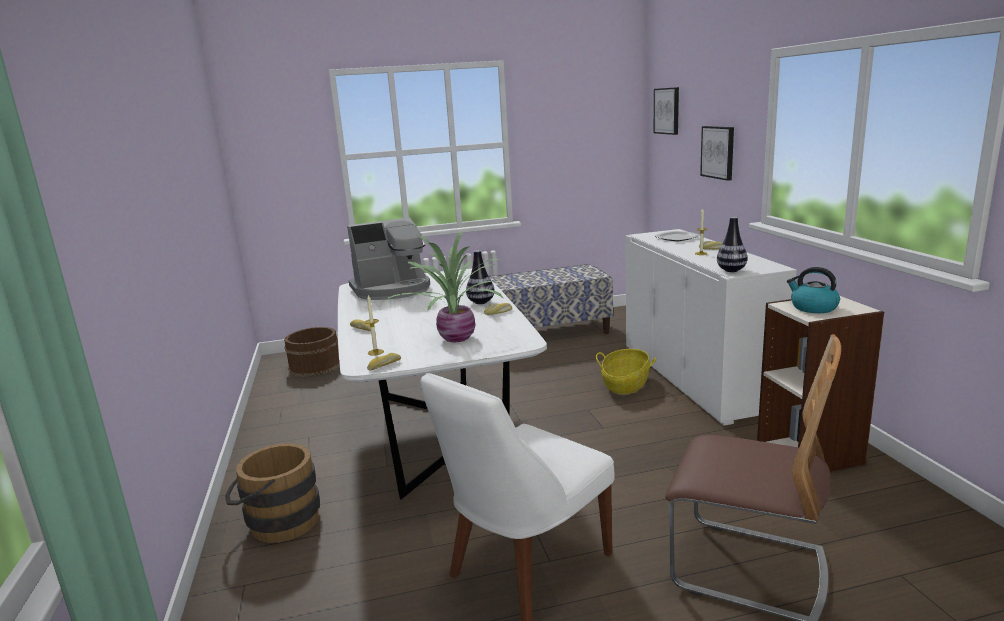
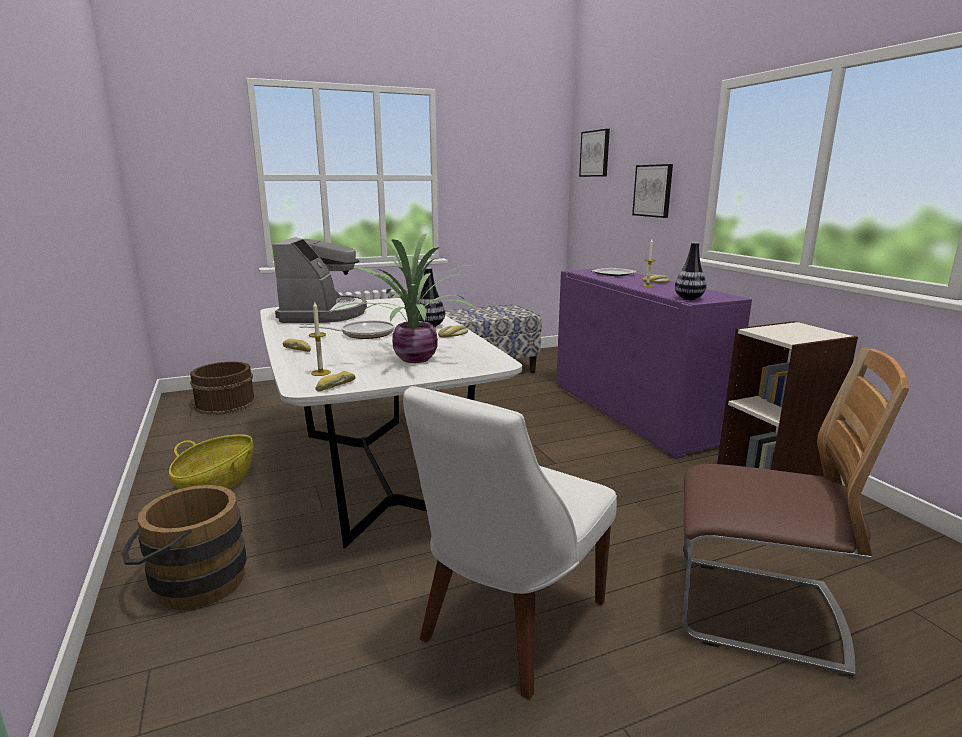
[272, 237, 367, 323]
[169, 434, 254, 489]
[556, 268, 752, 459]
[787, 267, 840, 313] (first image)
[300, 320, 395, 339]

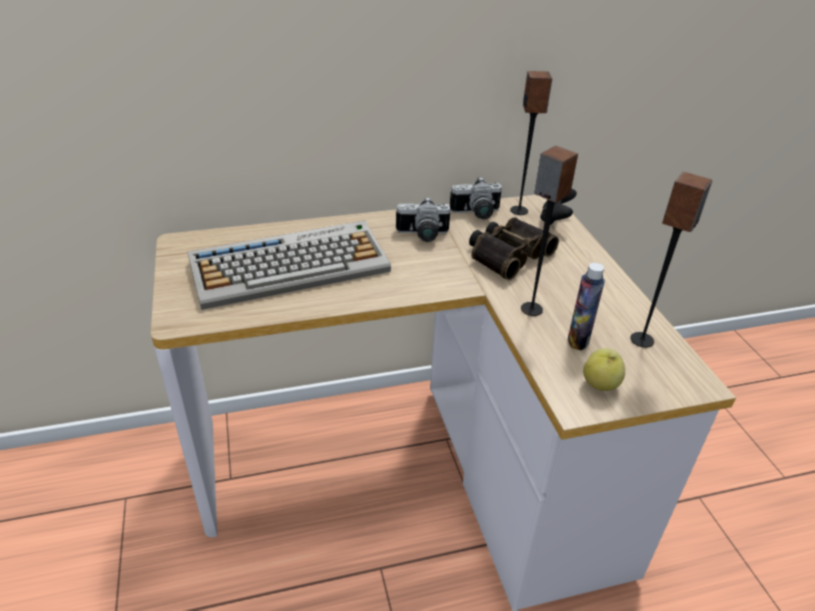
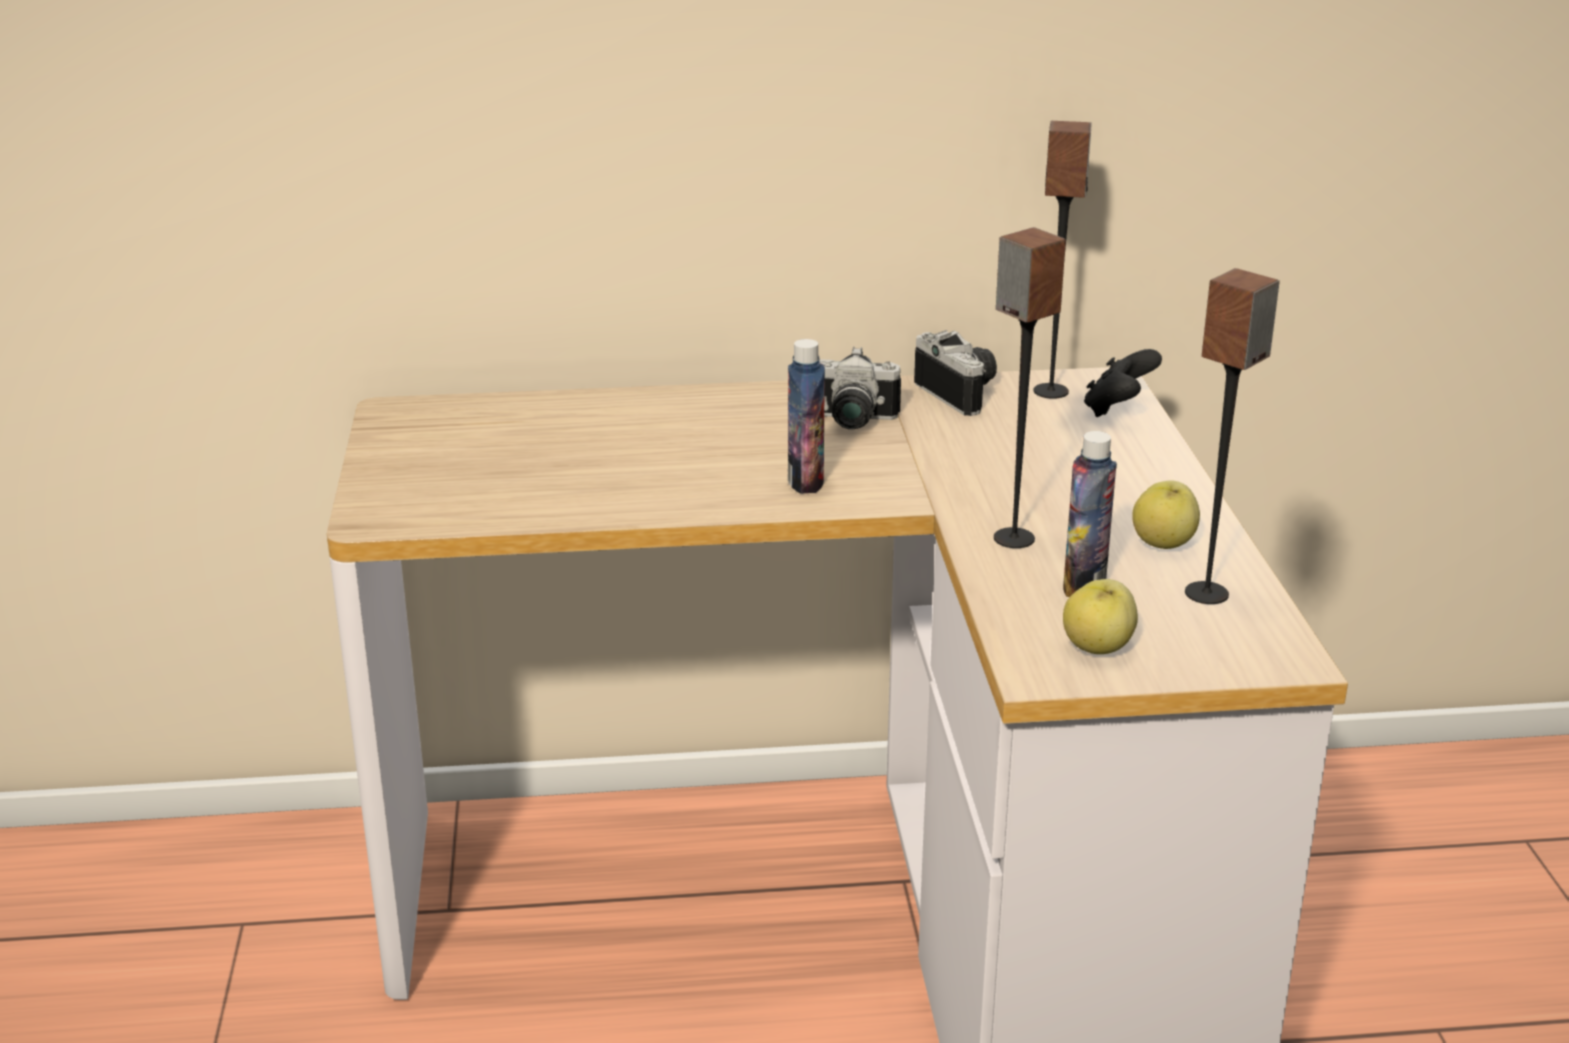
[187, 220, 391, 310] (first image)
[914, 330, 997, 416]
[469, 217, 559, 280] (first image)
[788, 339, 825, 494]
[1132, 480, 1200, 549]

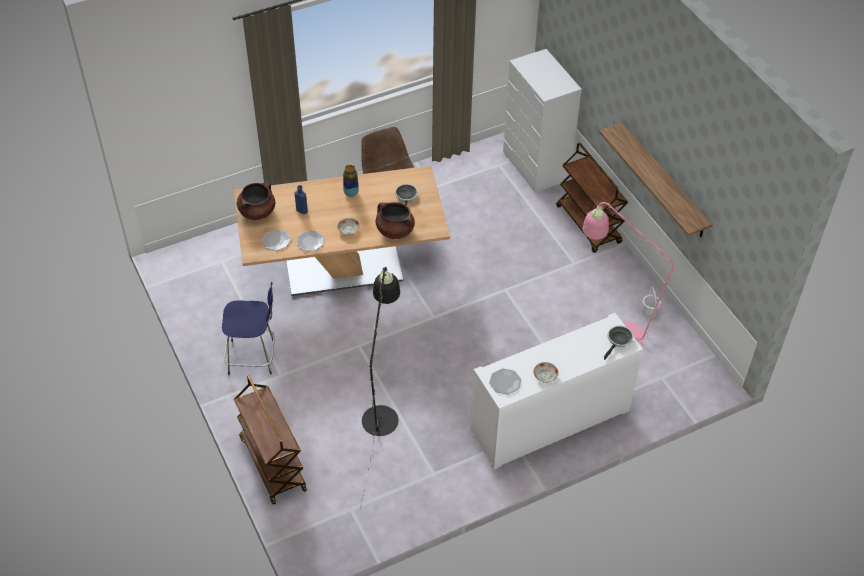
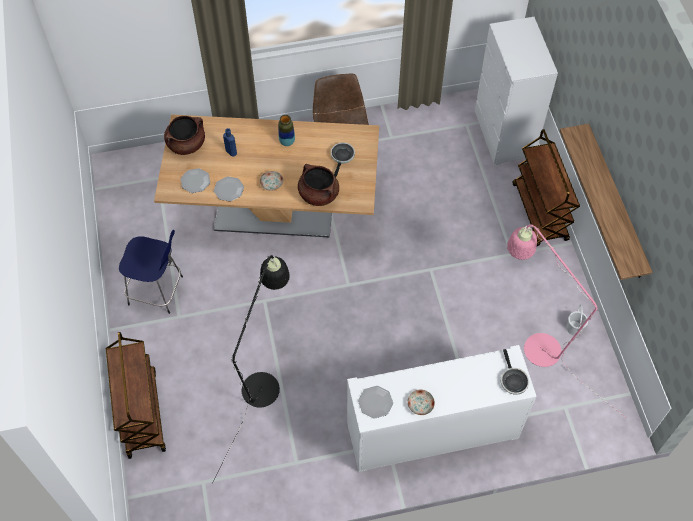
[500, 349, 529, 395]

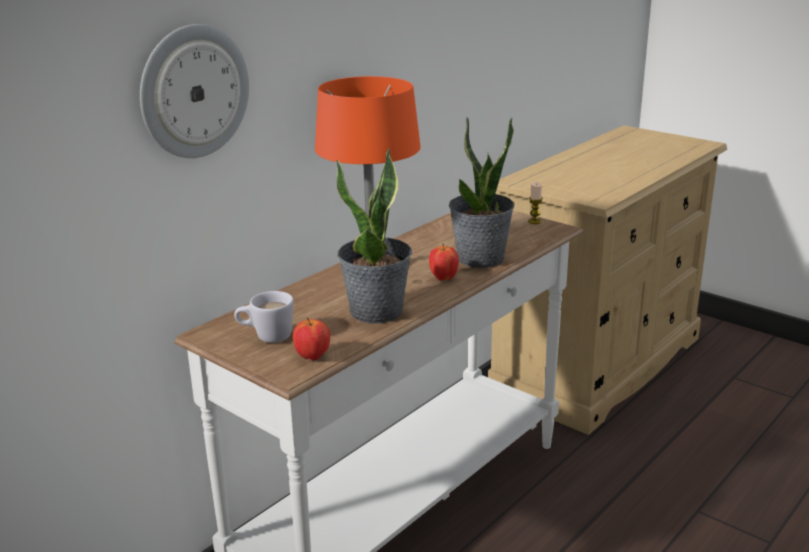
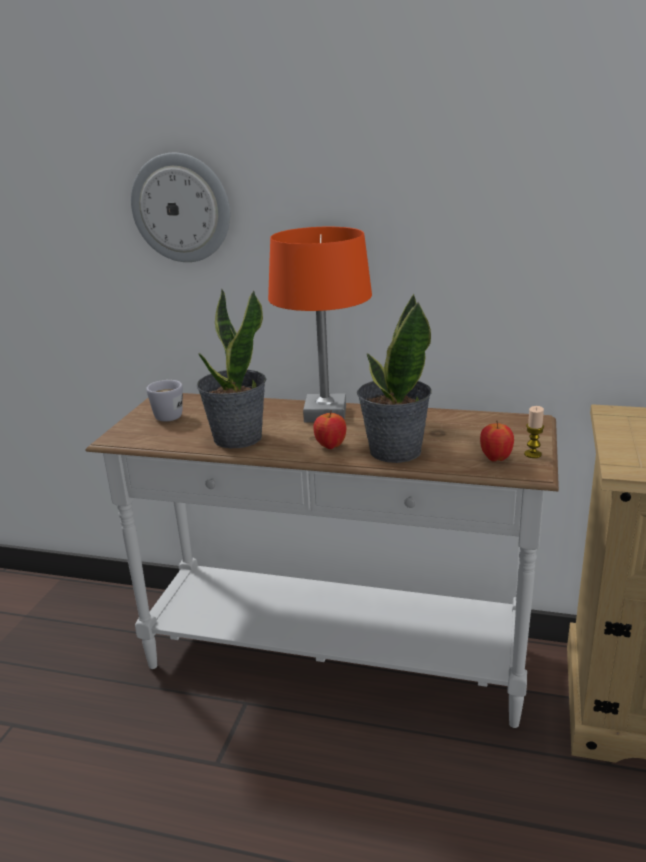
[480, 421, 514, 462]

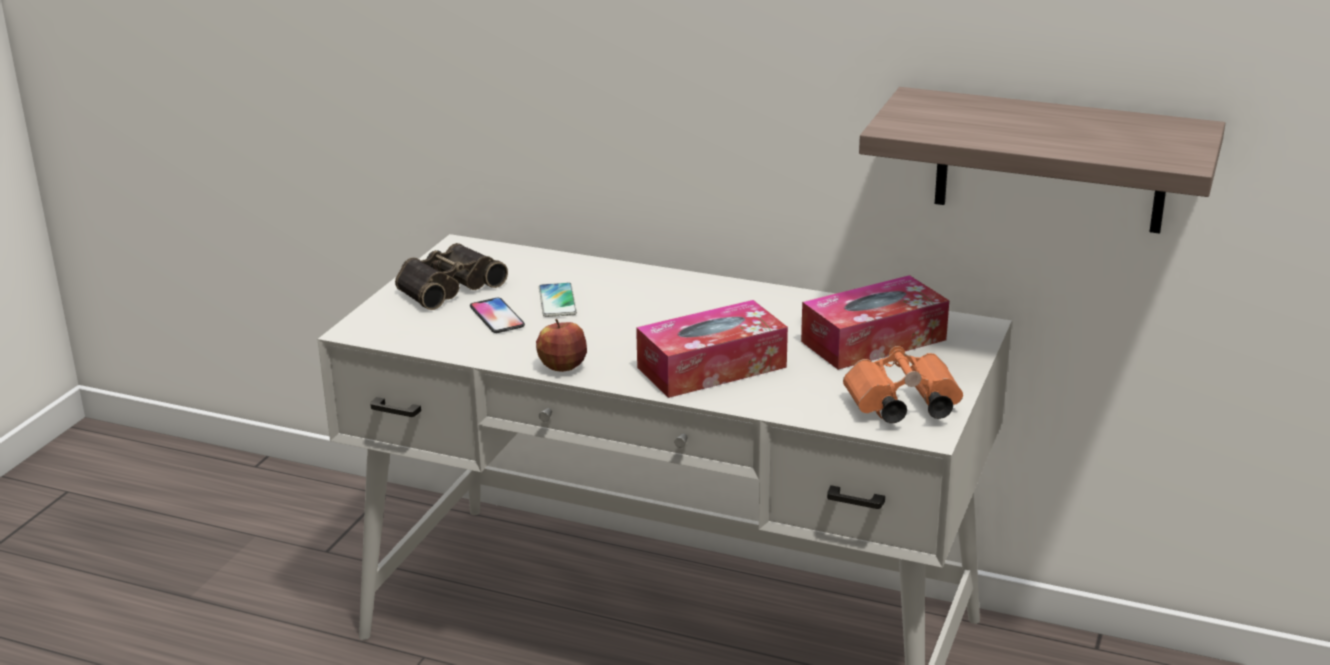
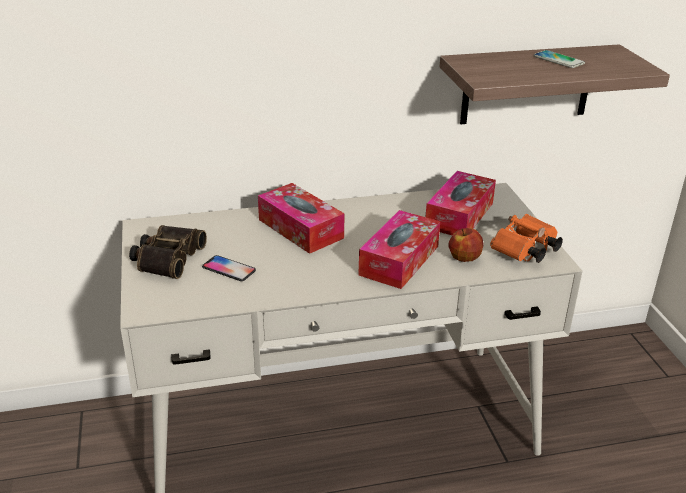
[448, 228, 484, 262]
[534, 50, 585, 68]
[258, 183, 345, 254]

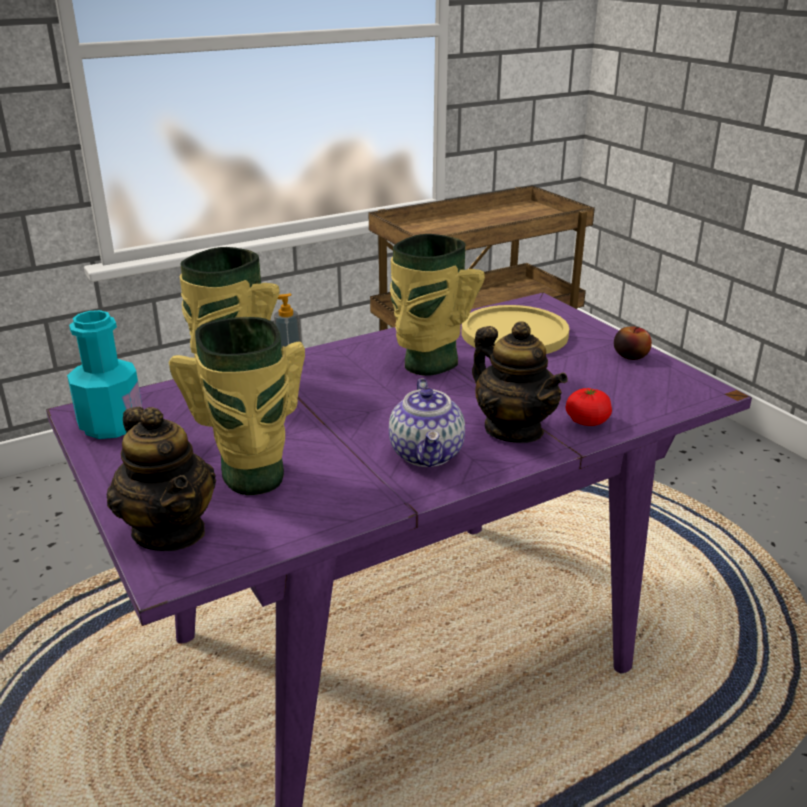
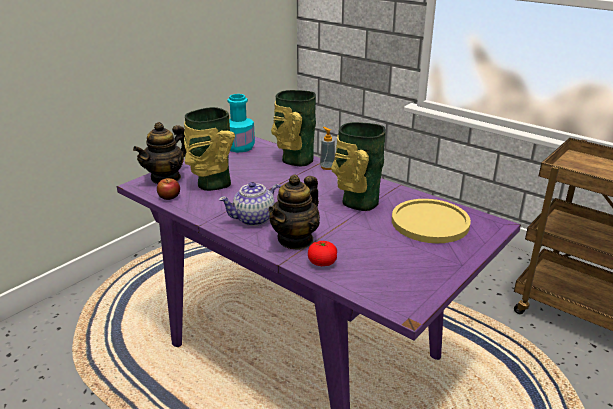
[157, 178, 180, 200]

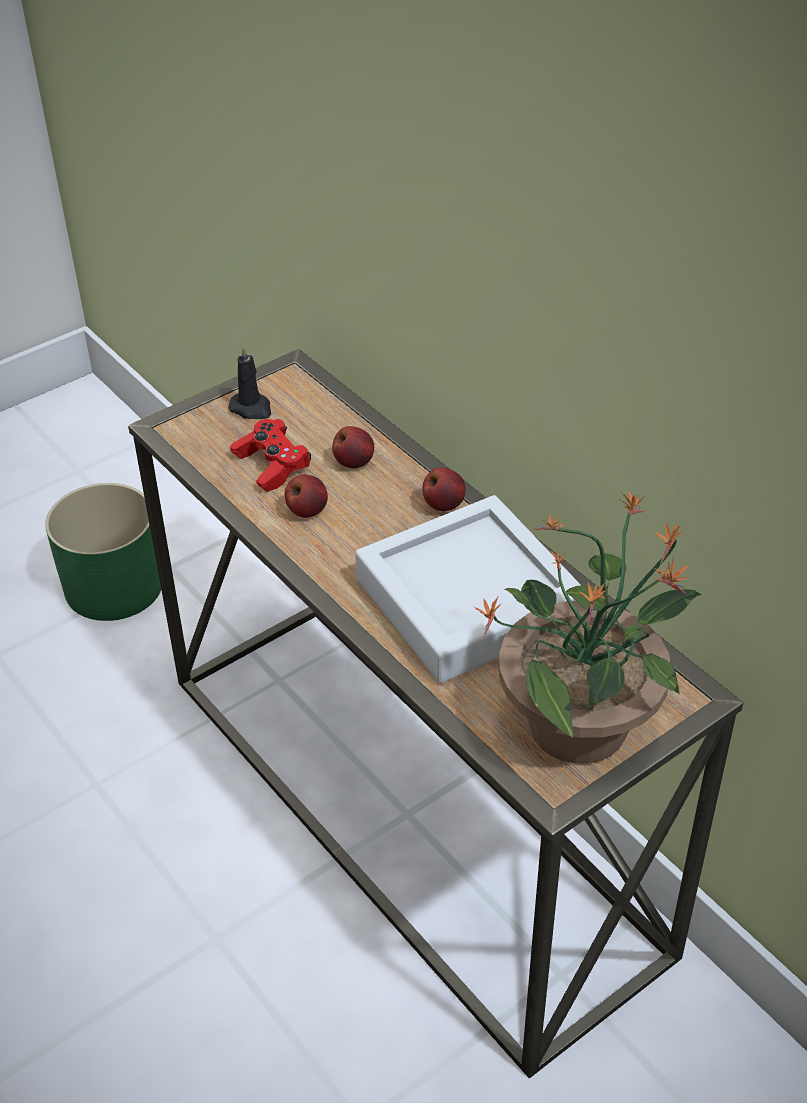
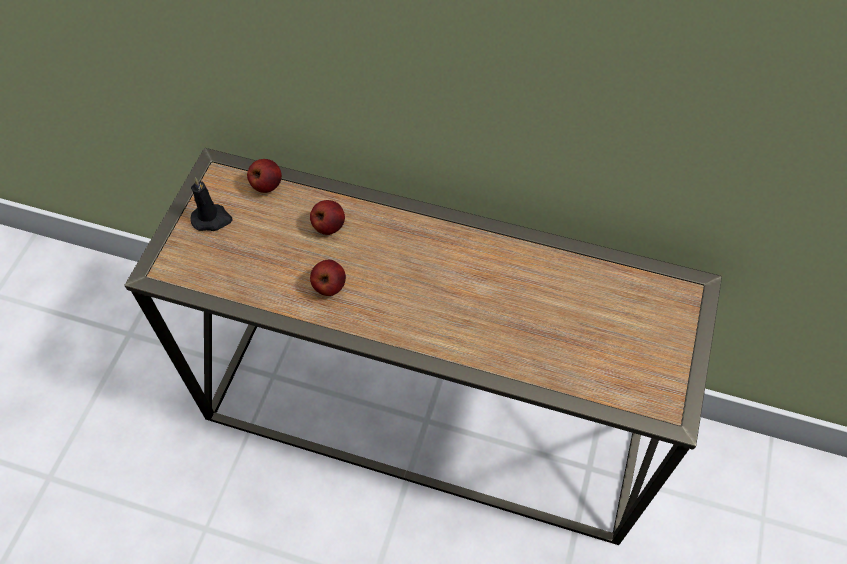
[45, 483, 161, 621] (first image)
[230, 419, 311, 492] (first image)
[355, 495, 581, 683] (first image)
[247, 159, 282, 193]
[474, 491, 702, 764] (first image)

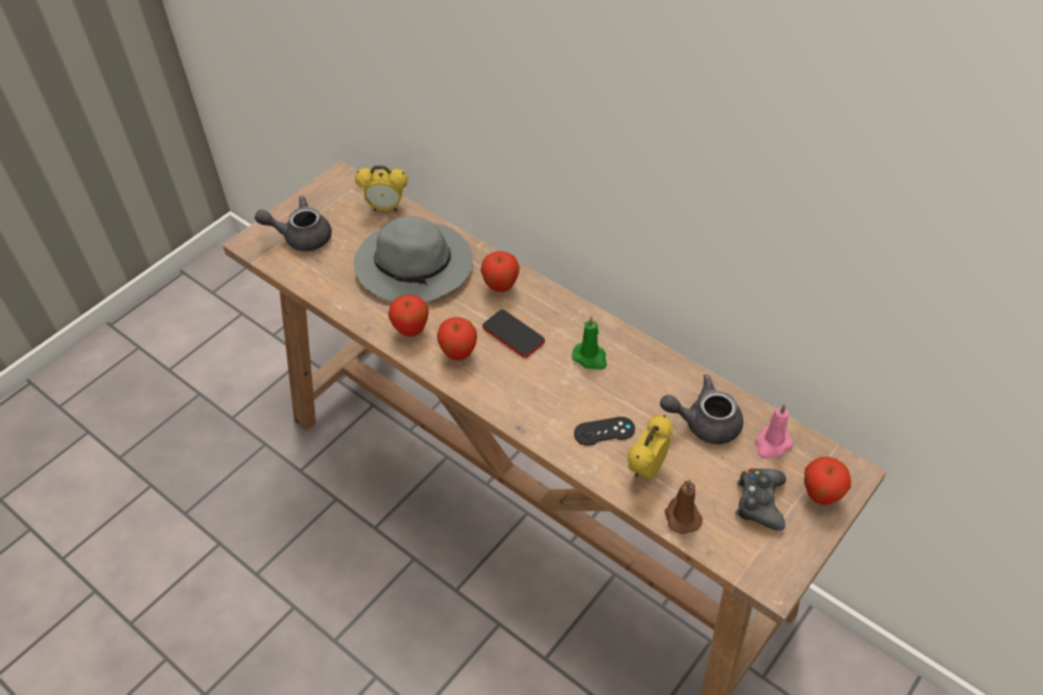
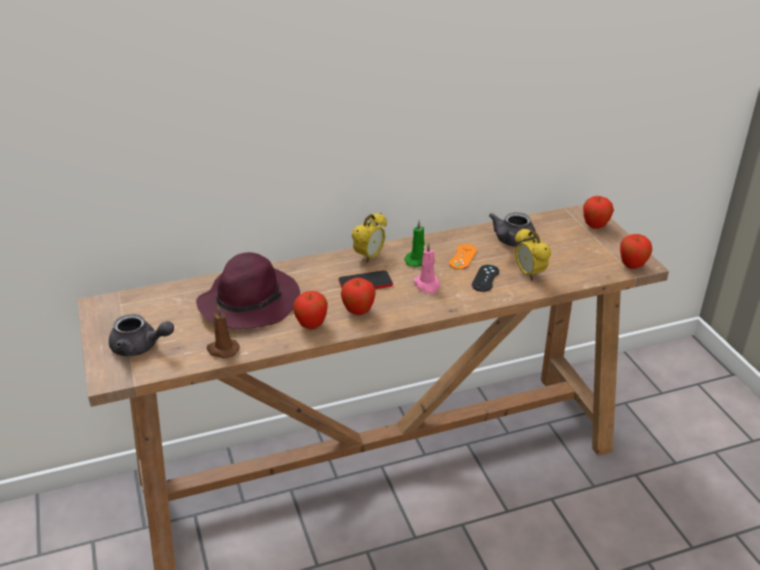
[109, 314, 174, 356]
[196, 252, 300, 329]
[352, 213, 387, 263]
[620, 234, 652, 269]
[207, 306, 240, 358]
[735, 468, 786, 531] (first image)
[413, 242, 440, 294]
[449, 244, 477, 269]

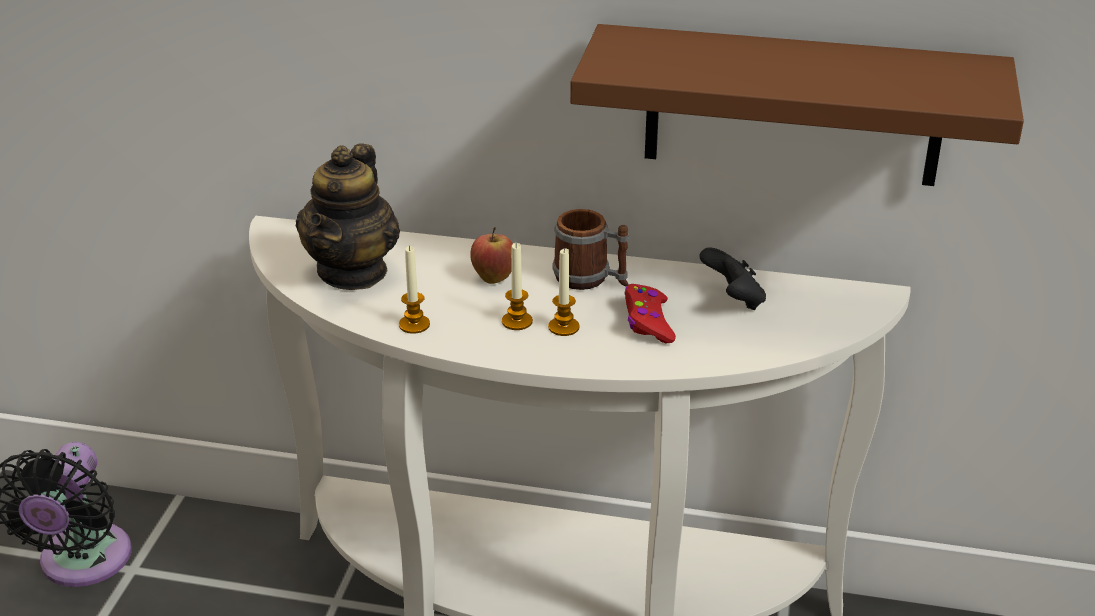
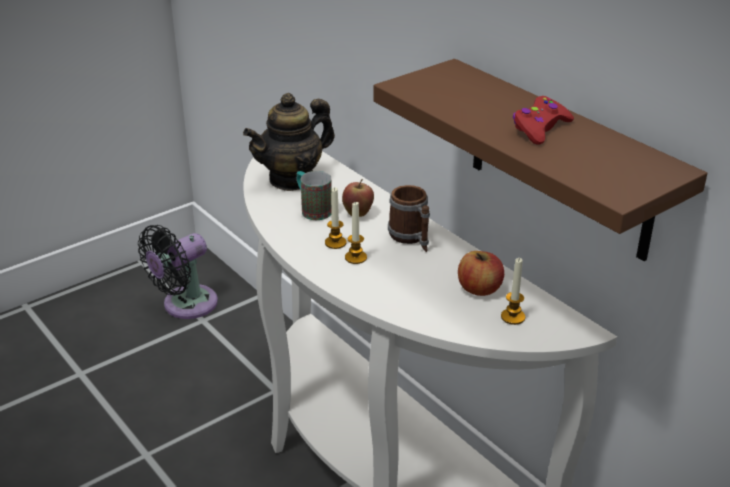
[501, 258, 525, 325]
[513, 96, 574, 145]
[458, 251, 504, 296]
[297, 171, 332, 220]

